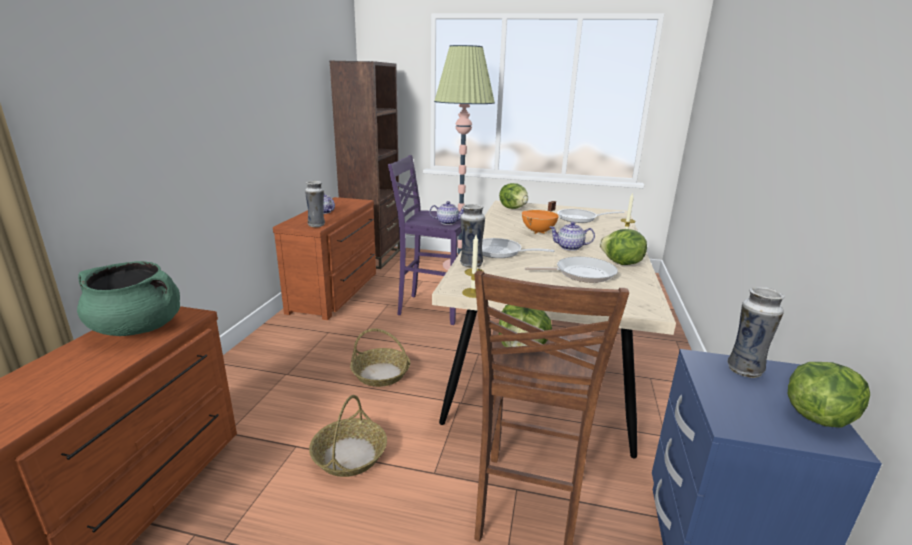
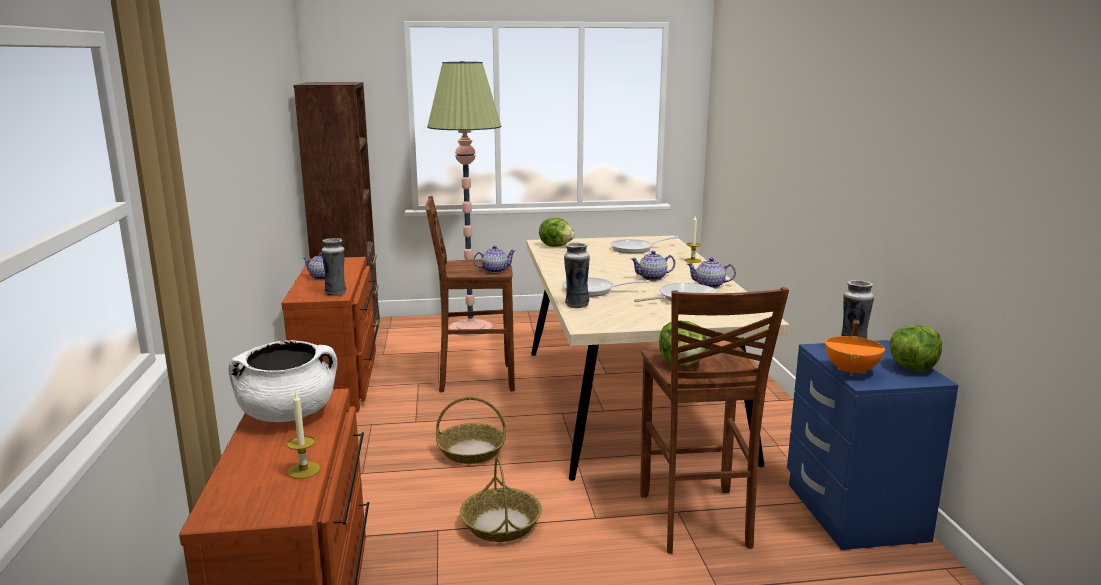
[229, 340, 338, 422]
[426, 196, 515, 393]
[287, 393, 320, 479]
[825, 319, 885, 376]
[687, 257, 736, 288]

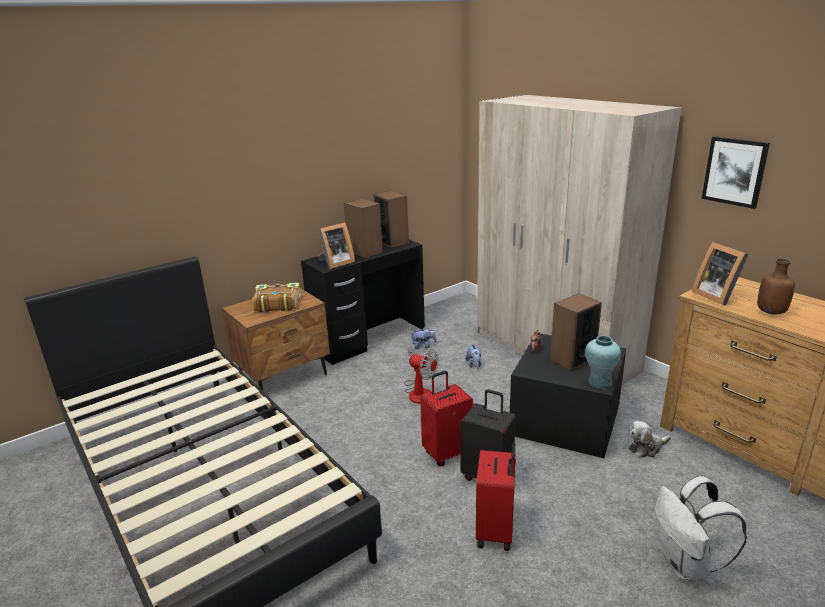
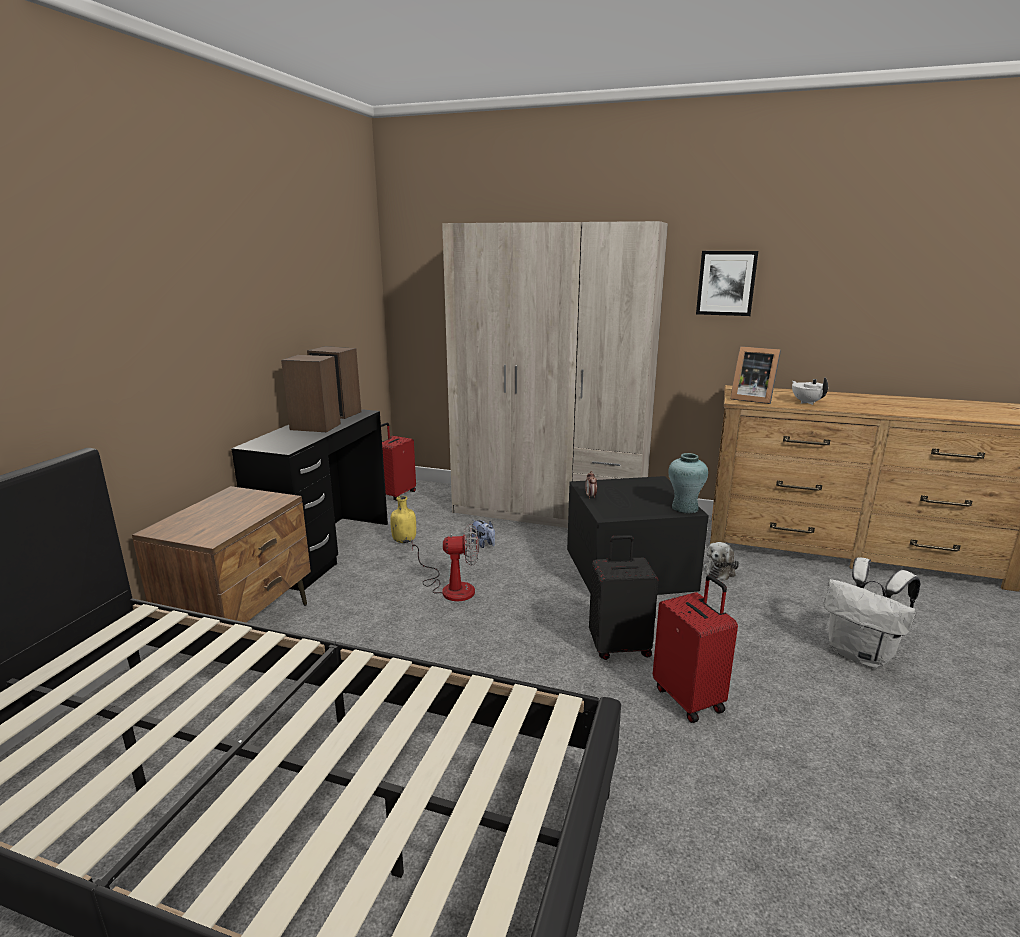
[252, 282, 301, 312] (first image)
[318, 223, 355, 269] (first image)
[390, 496, 416, 543]
[381, 423, 416, 501]
[550, 293, 602, 371] (first image)
[792, 377, 828, 405]

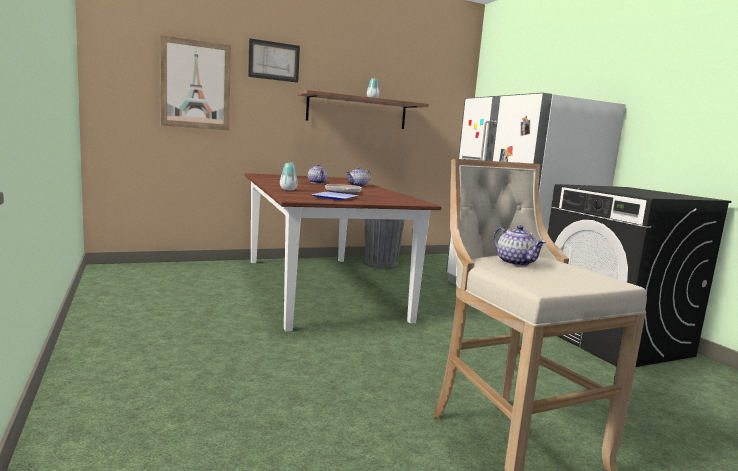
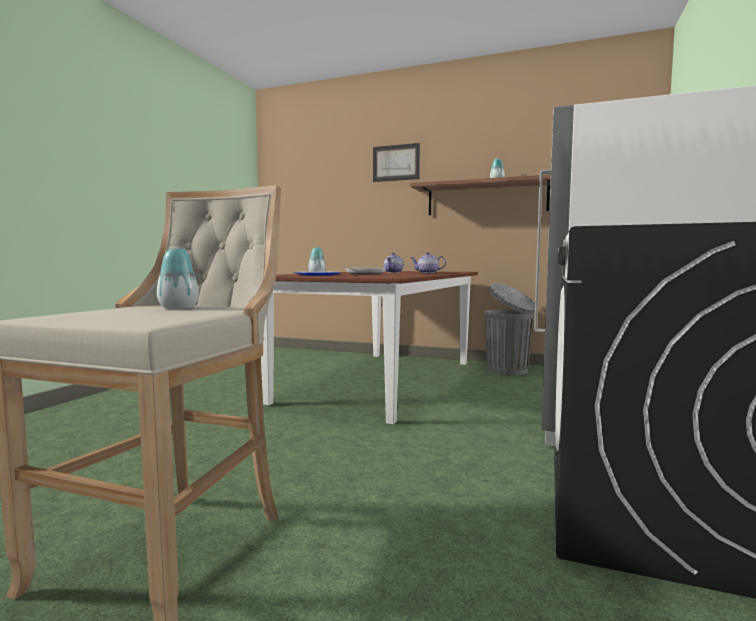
[160, 35, 231, 130] (first image)
[157, 248, 199, 309]

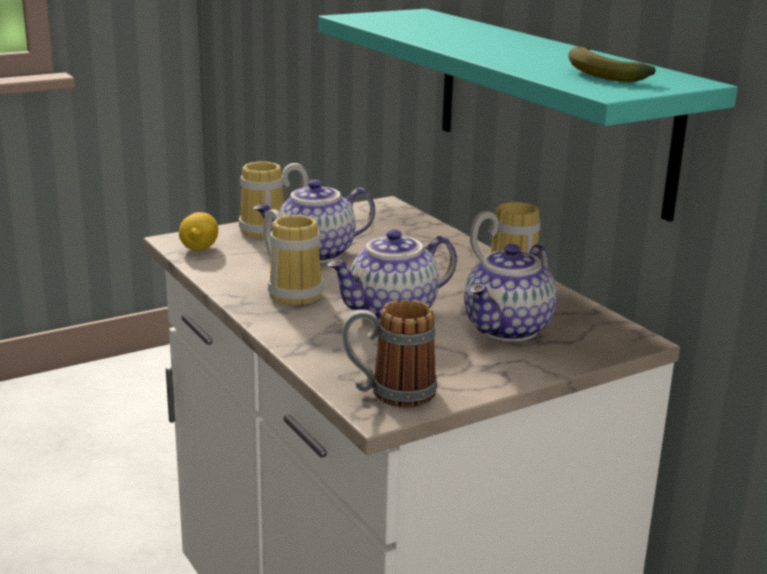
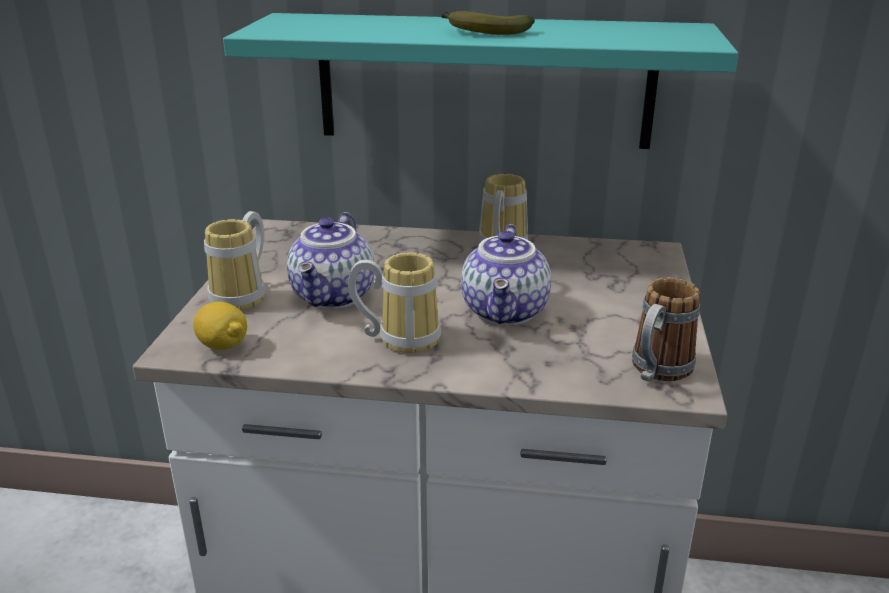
[464, 244, 557, 342] (first image)
[441, 11, 535, 35]

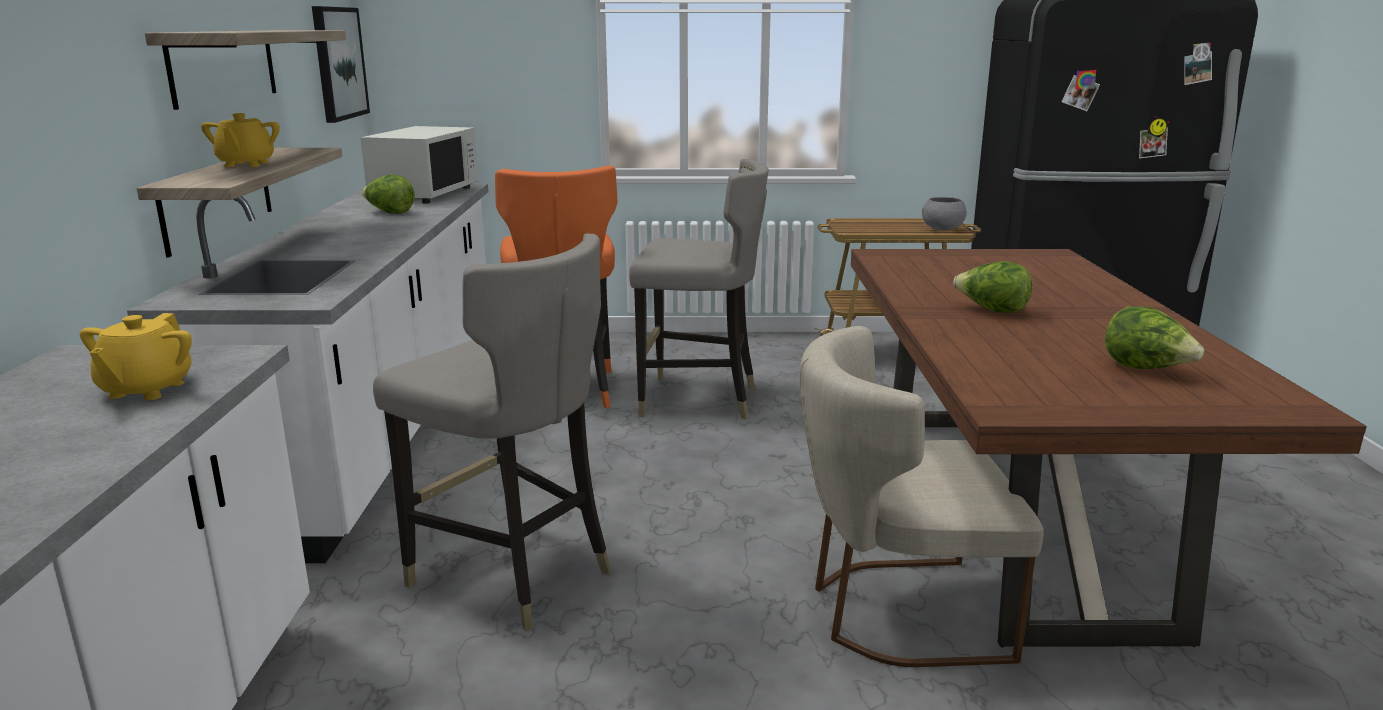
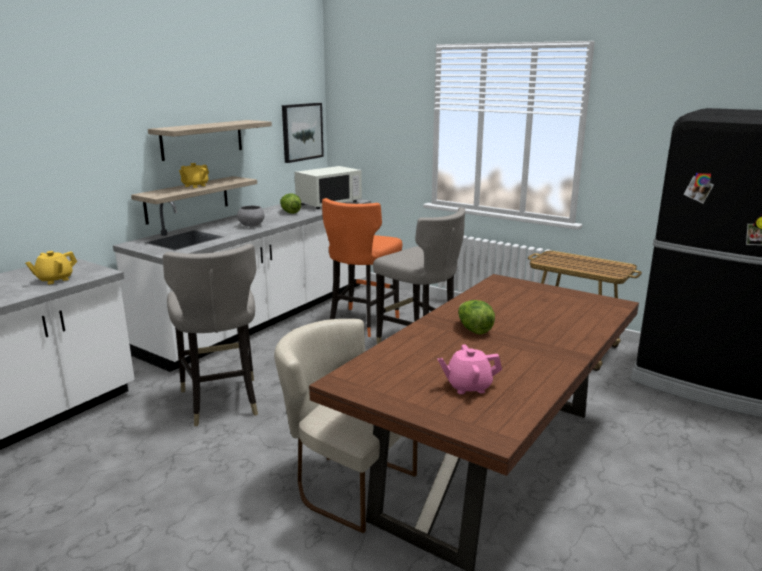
[237, 205, 265, 227]
[437, 344, 502, 394]

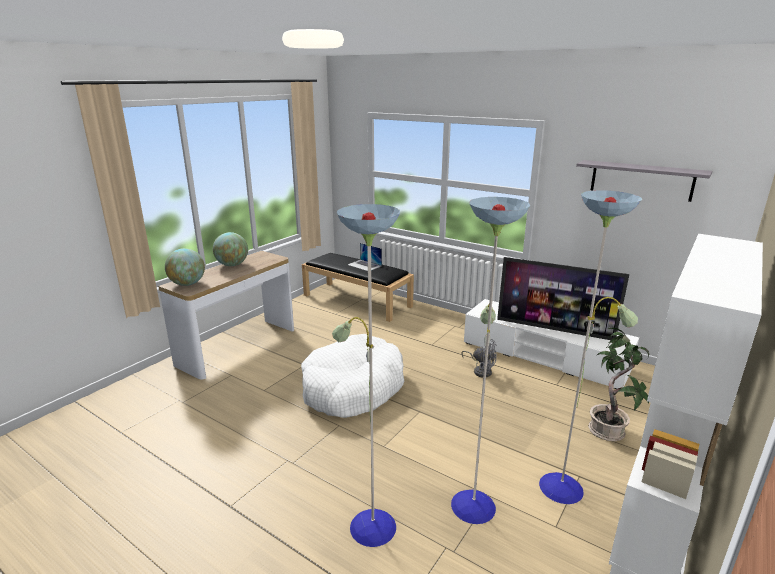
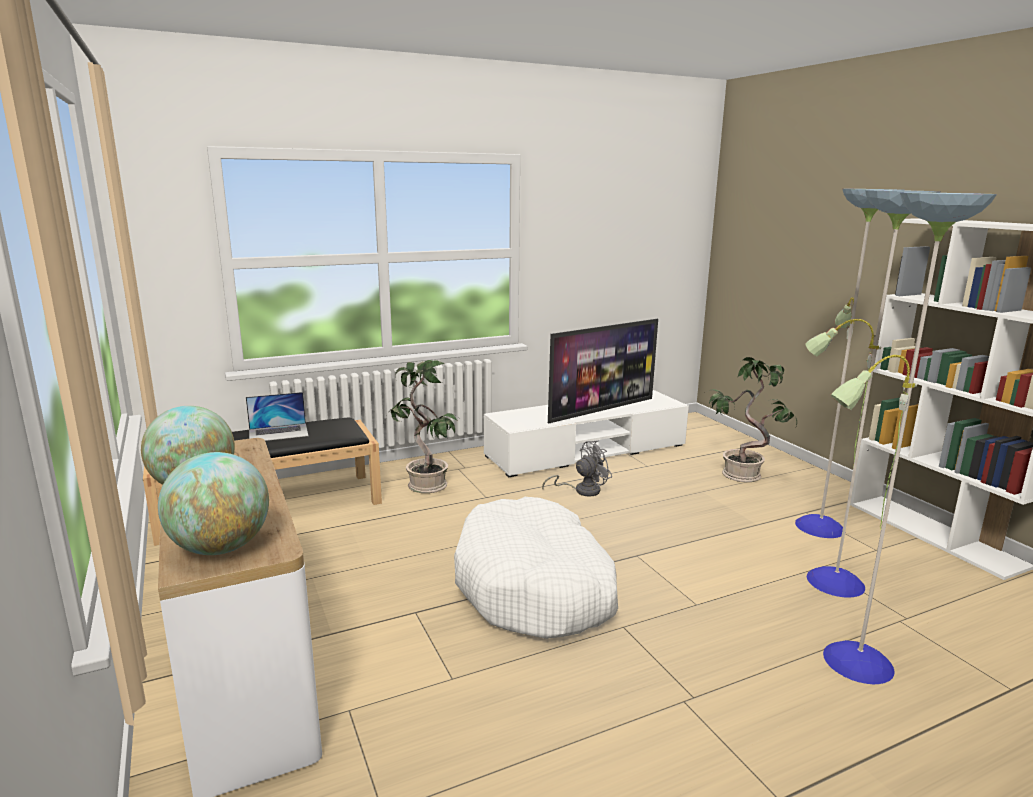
[576, 160, 713, 202] (first image)
[391, 360, 461, 493]

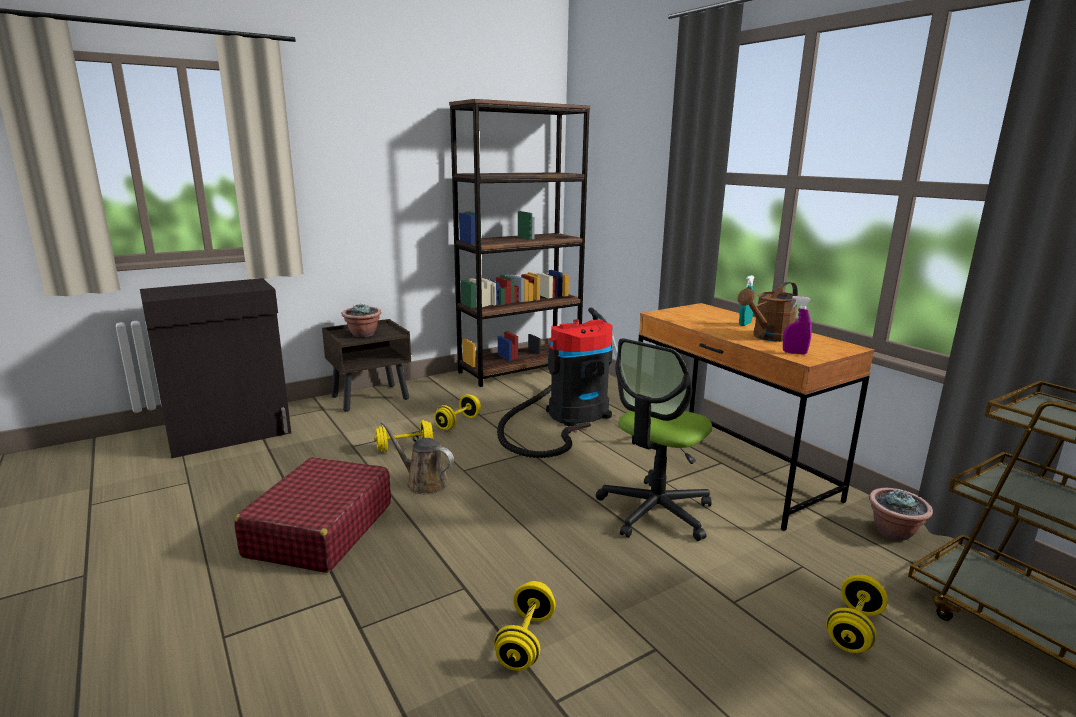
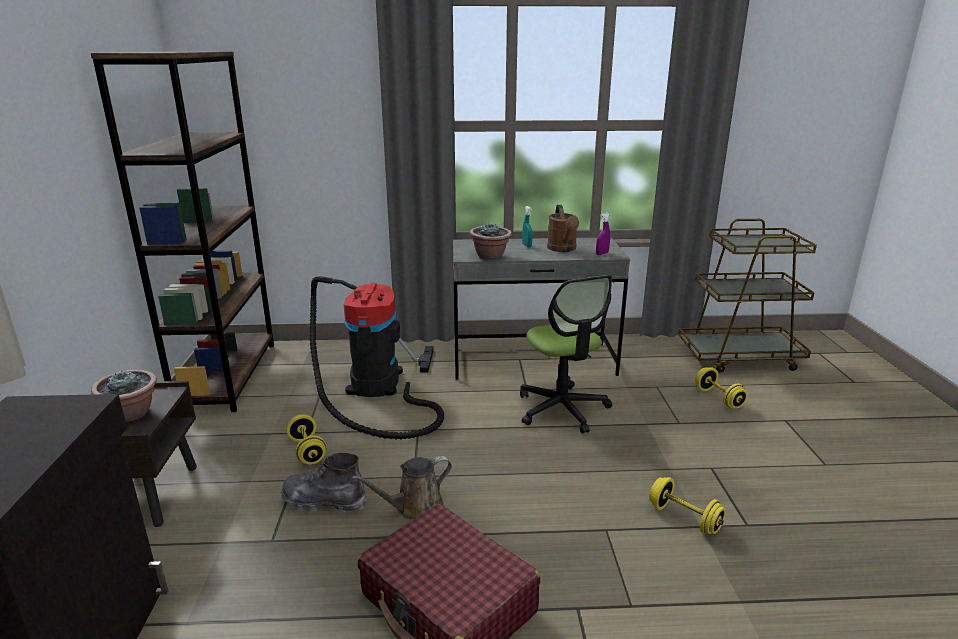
[281, 453, 367, 513]
[453, 237, 630, 380]
[470, 223, 512, 260]

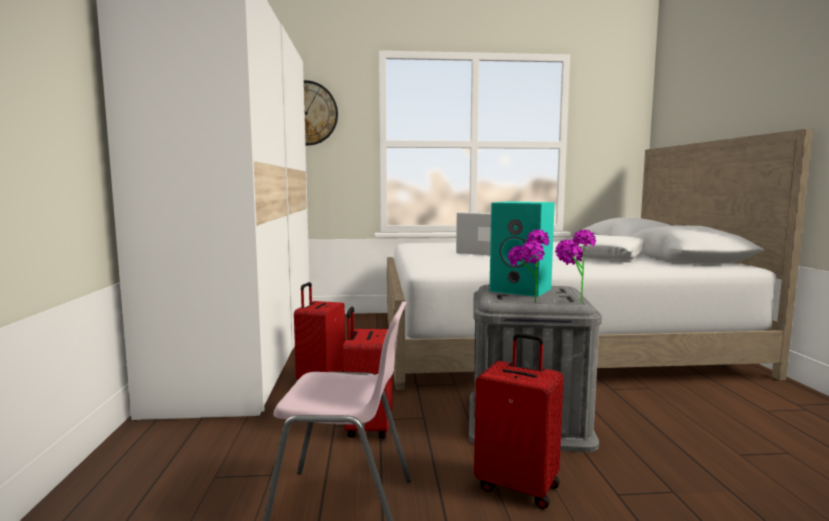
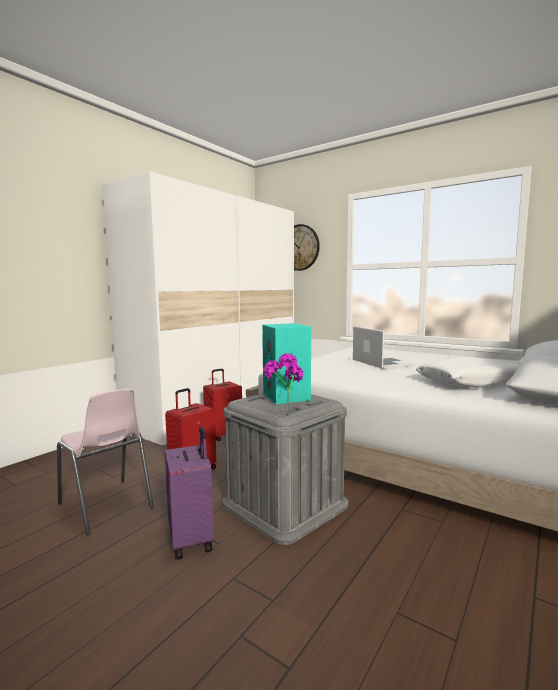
[165, 426, 214, 560]
[507, 230, 549, 303] (first image)

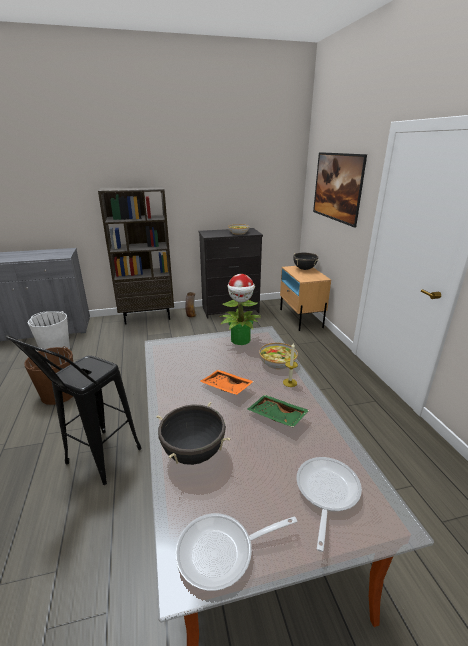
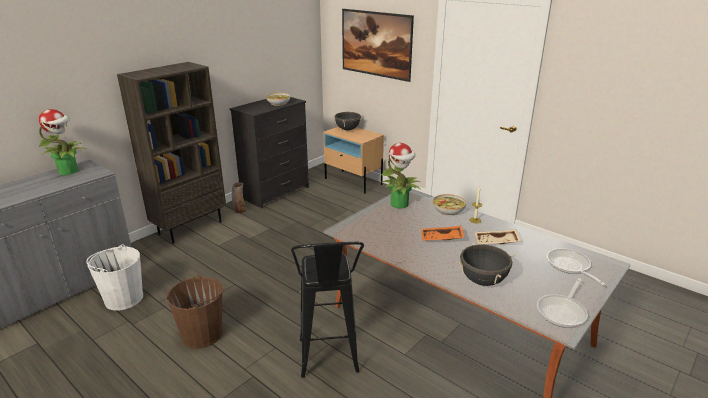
[474, 229, 521, 244]
[38, 109, 86, 175]

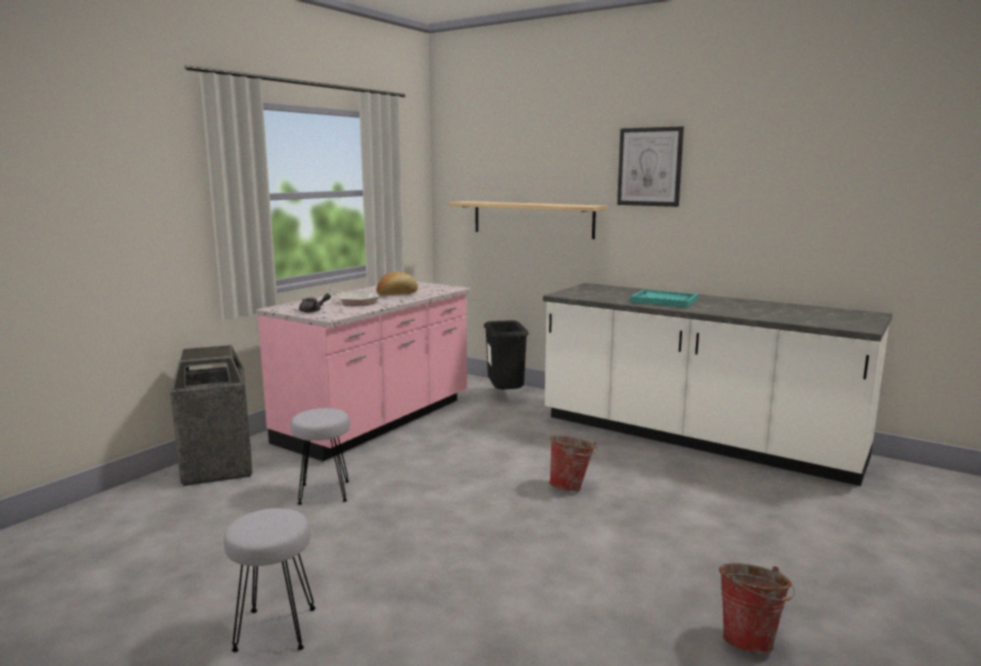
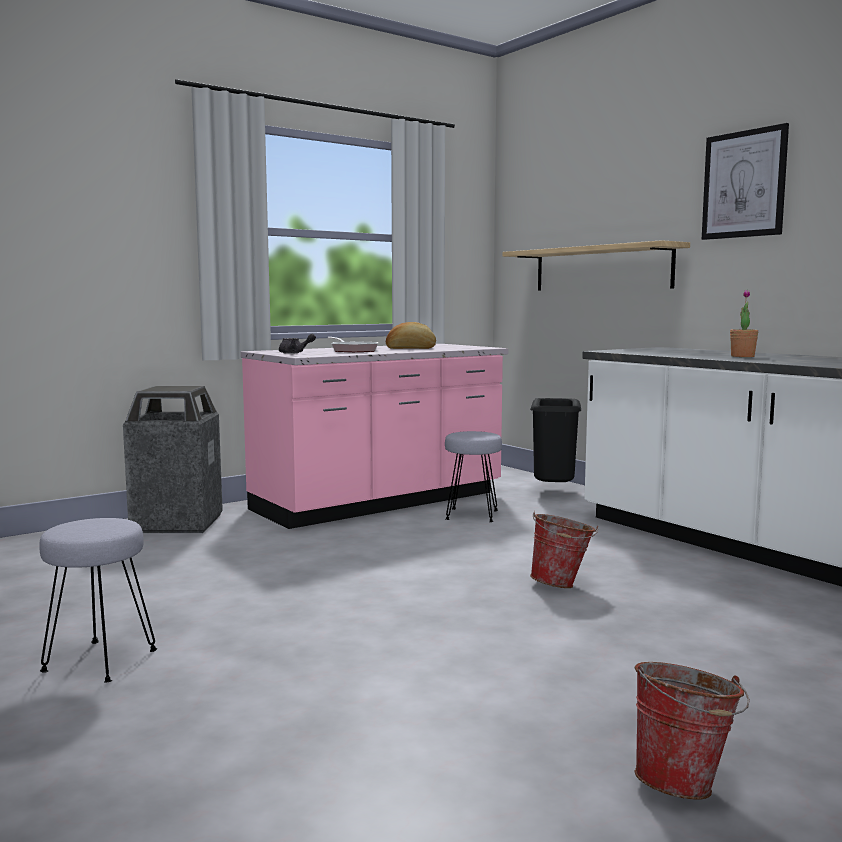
[445, 431, 502, 522]
[730, 289, 758, 357]

